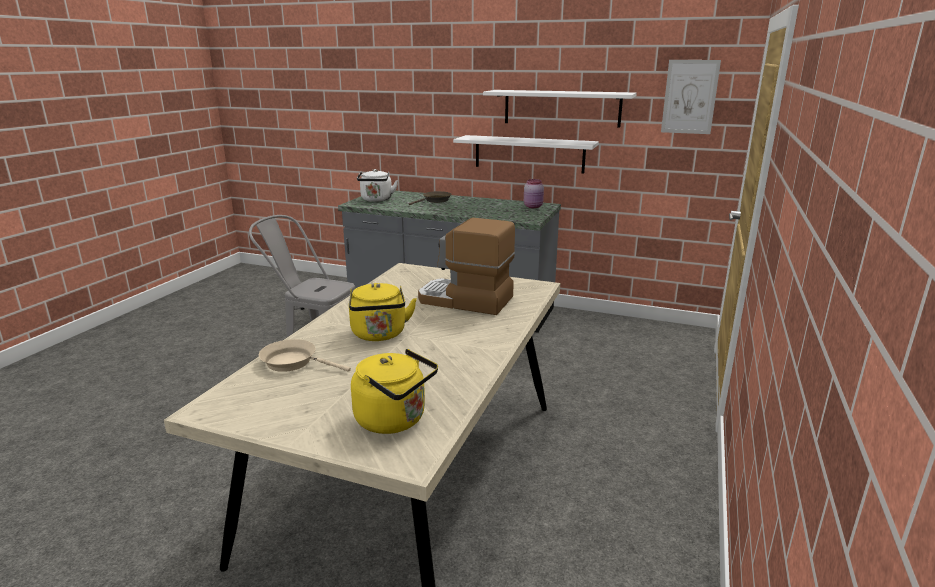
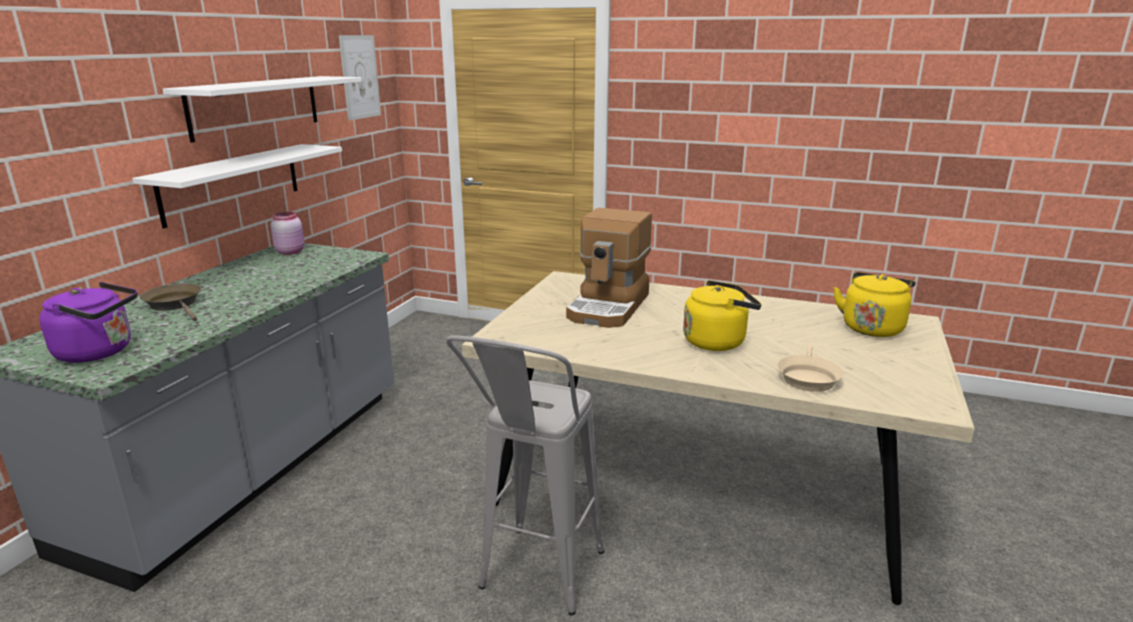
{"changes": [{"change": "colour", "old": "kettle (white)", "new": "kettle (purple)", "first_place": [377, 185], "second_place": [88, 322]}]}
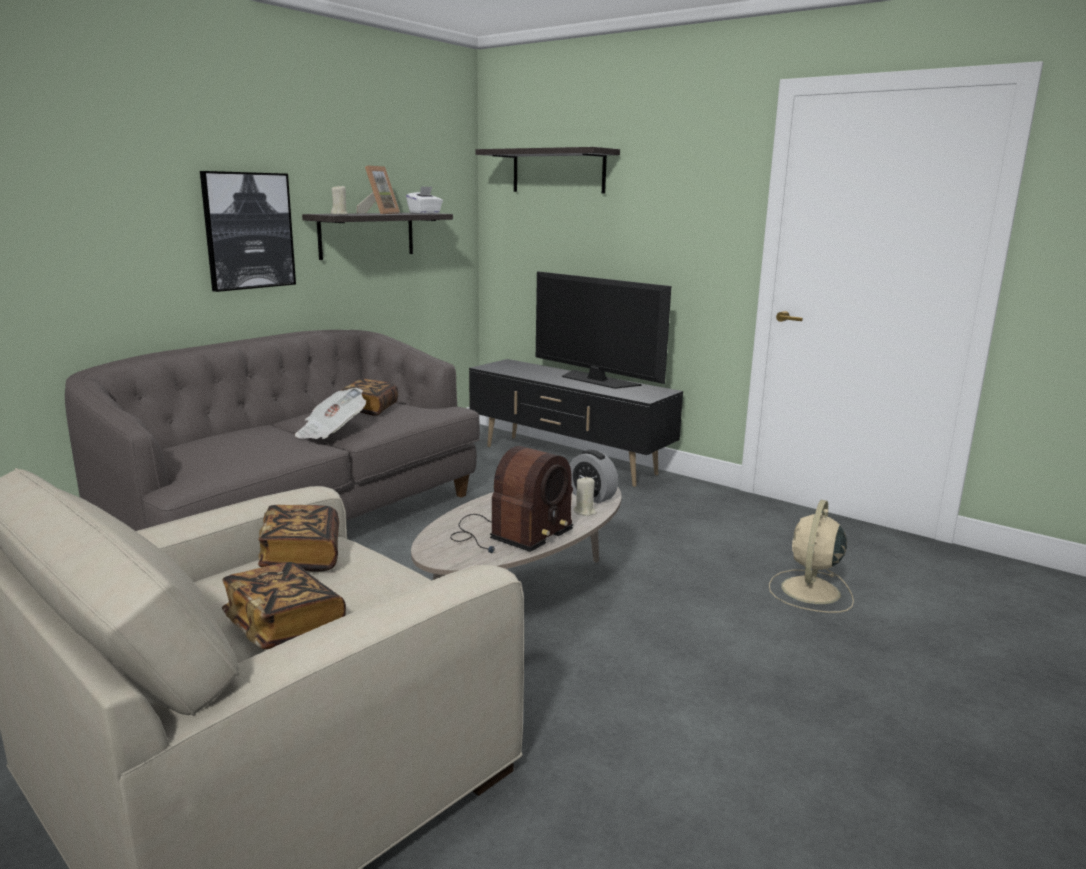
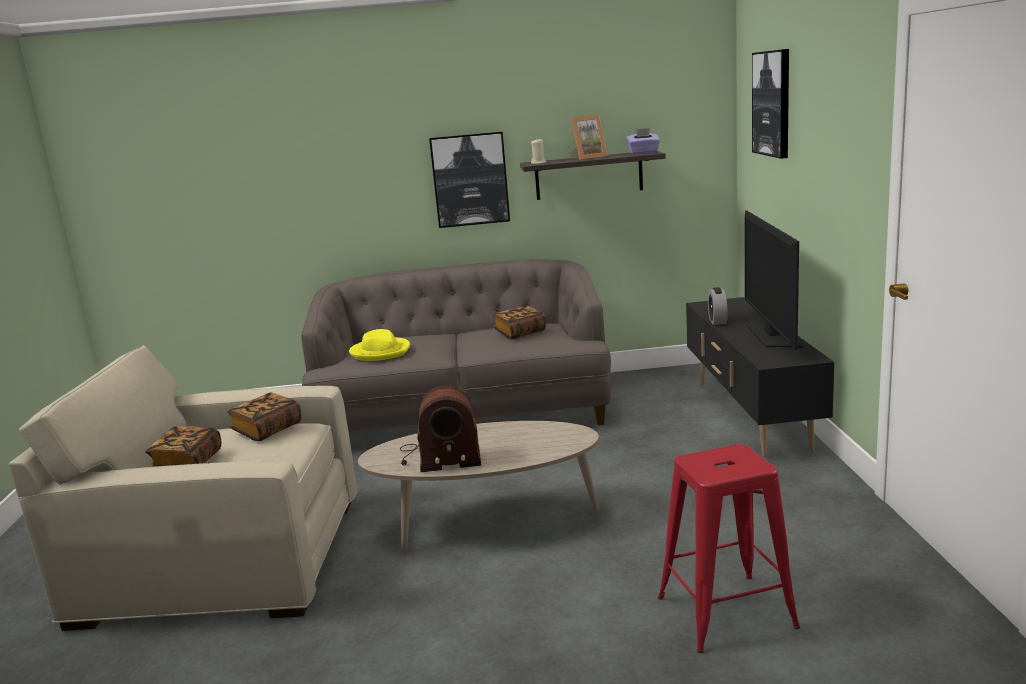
{"changes": [{"change": "appeared", "new": "hat (yellow)", "second_place": [379, 345]}, {"change": "colour", "old": "tissue box (white)", "new": "tissue box (purple)", "first_place": [424, 199], "second_place": [643, 141]}, {"change": "exchanged", "old": "fan (beige)", "new": "stool (red)", "first_place": [811, 556], "second_place": [729, 548]}, {"change": "relocated", "old": "alarm clock", "first_place": [594, 476], "second_place": [718, 306]}, {"change": "exchanged", "old": "shelf", "new": "picture", "first_place": [548, 170], "second_place": [770, 104]}, {"change": "missing", "old": "newspaper", "first_place": [330, 413]}, {"change": "missing", "old": "candle (beige)", "first_place": [585, 496]}]}
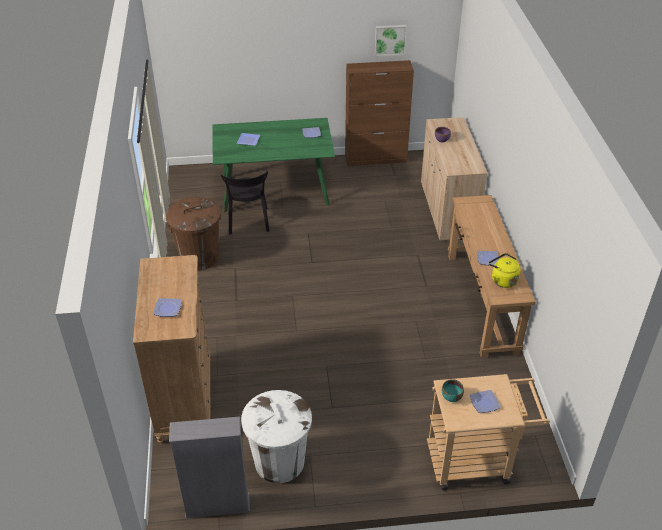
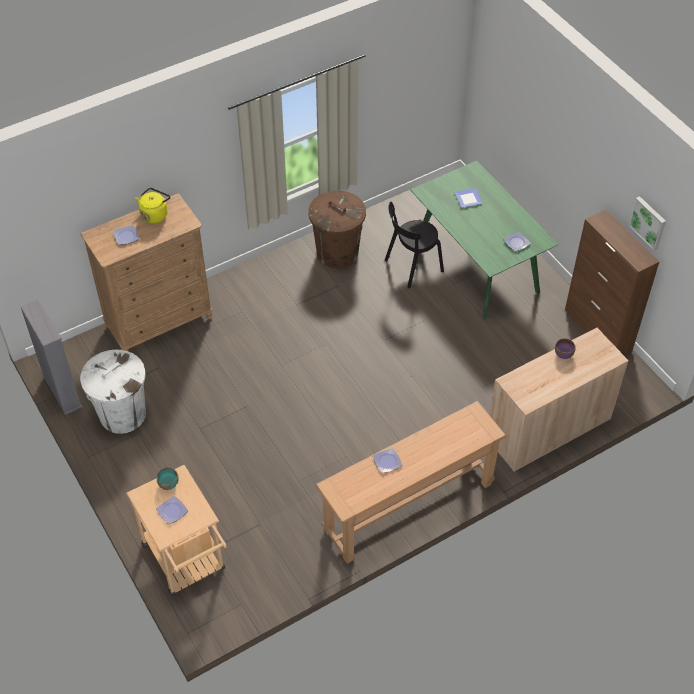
{"changes": [{"change": "relocated", "old": "kettle (yellow)", "first_place": [505, 270], "second_place": [153, 205]}]}
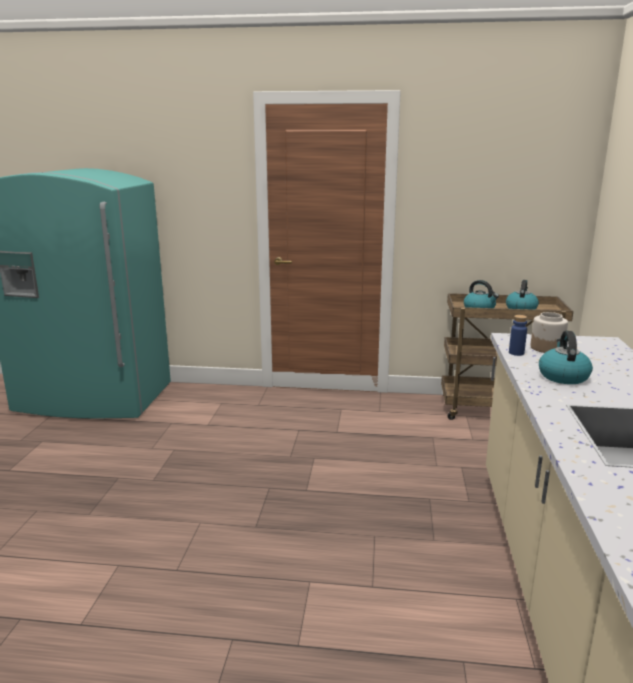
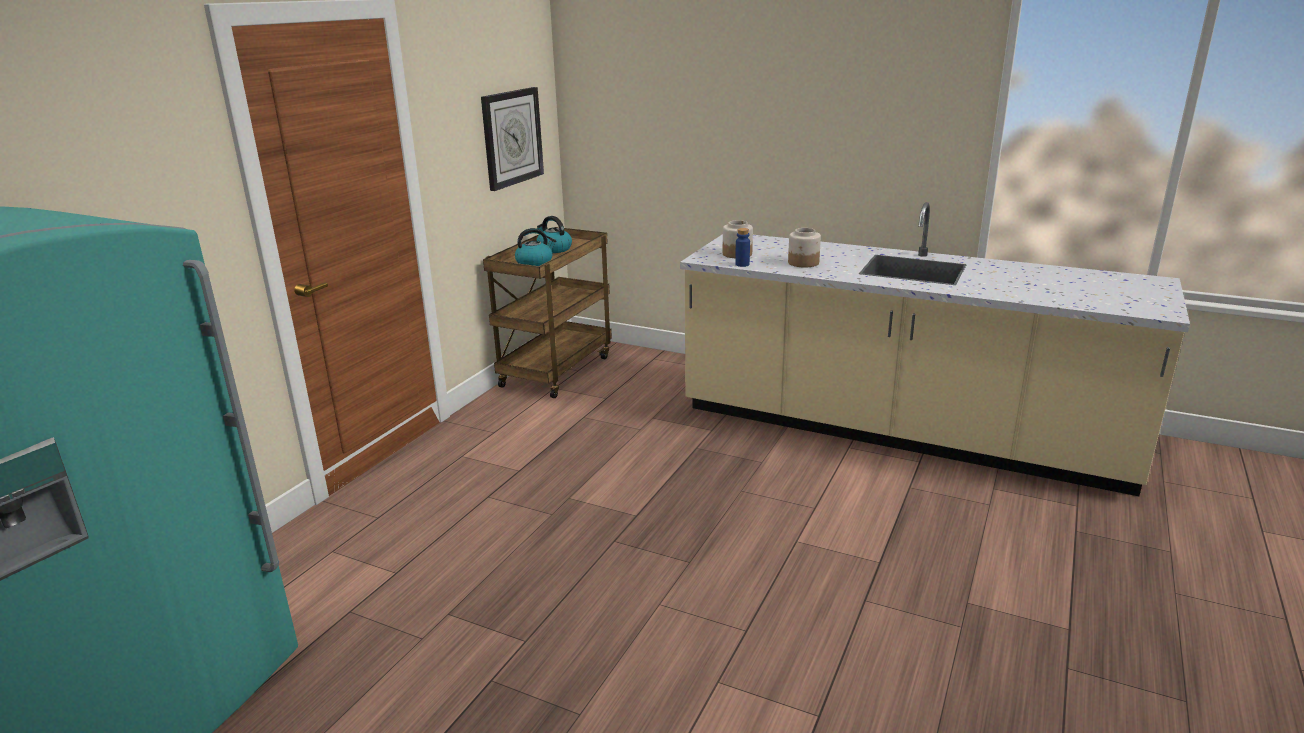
{"changes": [{"change": "appeared", "new": "wall clock", "second_place": [512, 139]}, {"change": "exchanged", "old": "kettle", "new": "jar", "first_place": [566, 357], "second_place": [804, 247]}]}
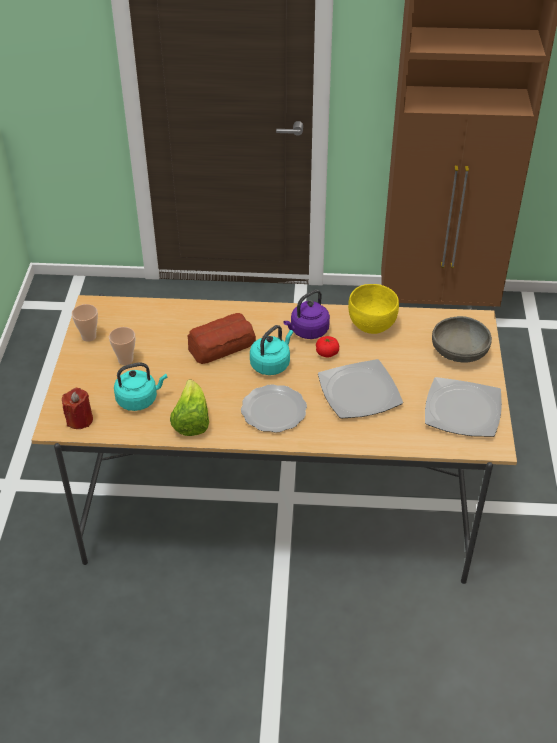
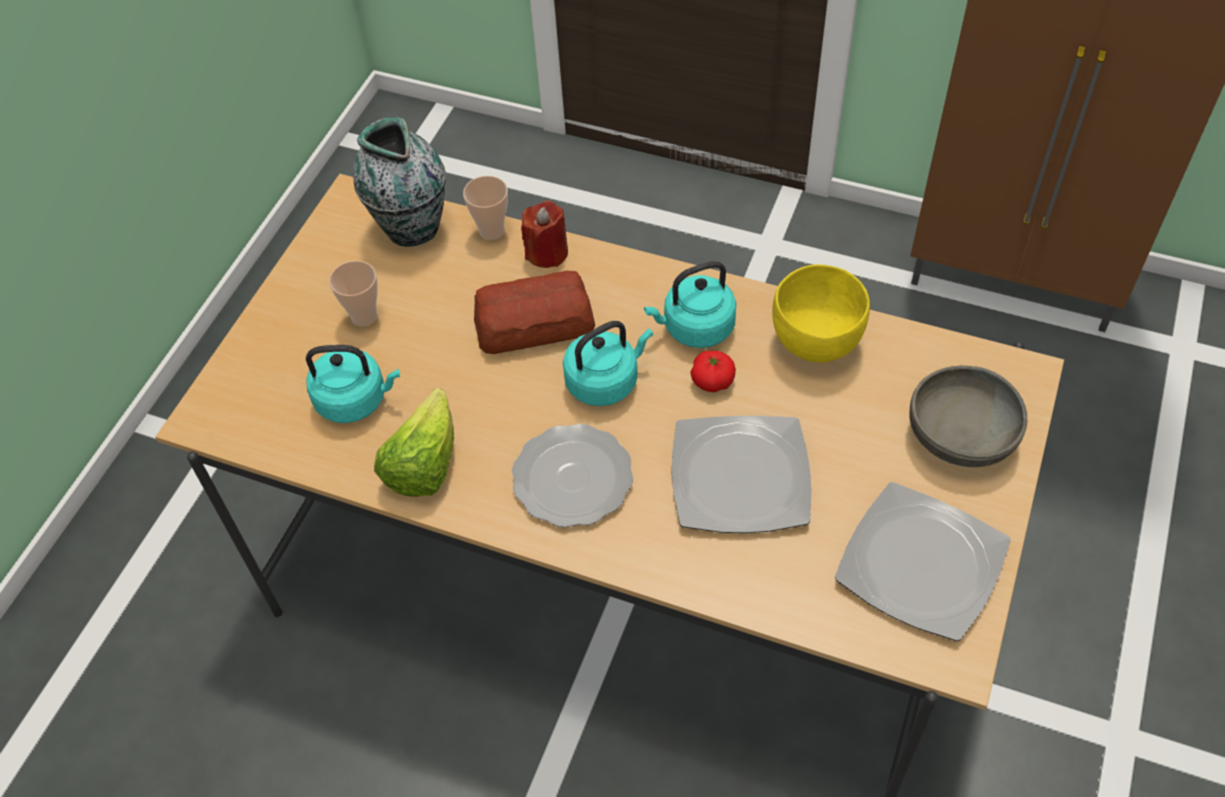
{"changes": [{"change": "appeared", "new": "vase", "second_place": [399, 182]}, {"change": "relocated", "old": "cup", "first_place": [85, 323], "second_place": [485, 208]}, {"change": "relocated", "old": "candle (red)", "first_place": [77, 408], "second_place": [544, 234]}, {"change": "colour", "old": "kettle (purple)", "new": "kettle (turquoise)", "first_place": [306, 314], "second_place": [690, 304]}]}
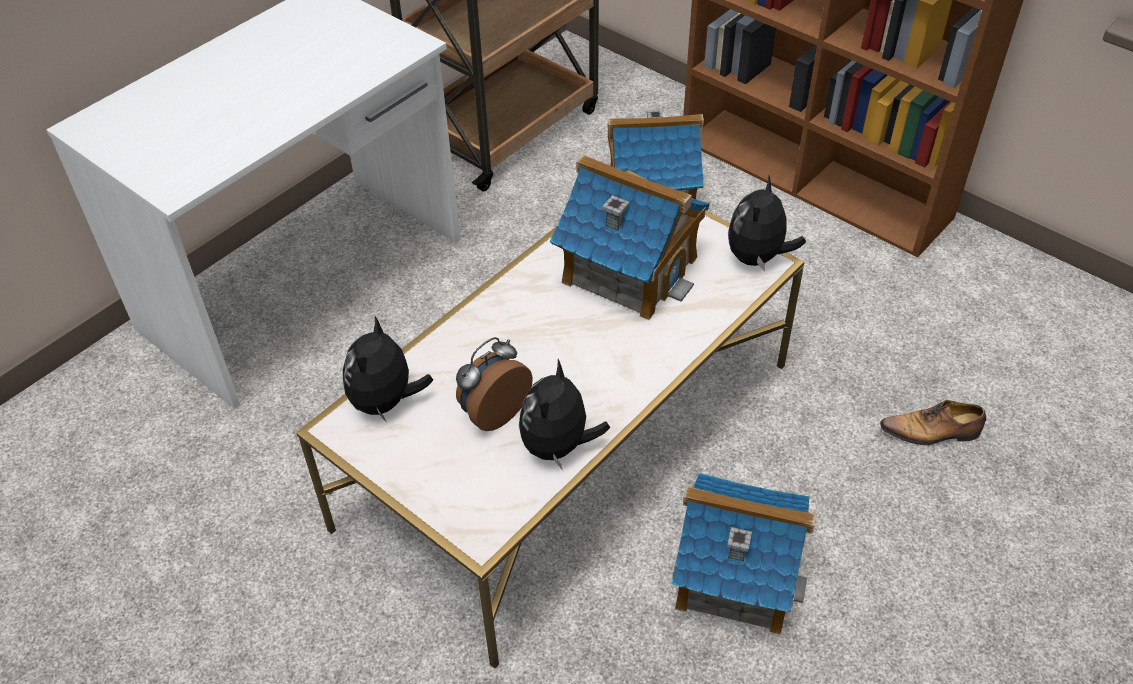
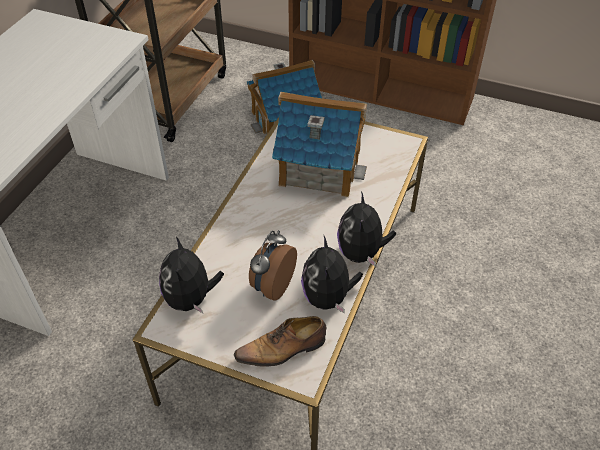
{"changes": [{"change": "relocated", "old": "shoe", "first_place": [933, 422], "second_place": [280, 341]}, {"change": "relocated", "old": "plush toy", "first_place": [767, 224], "second_place": [366, 228]}, {"change": "missing", "old": "toy house", "first_place": [744, 554]}]}
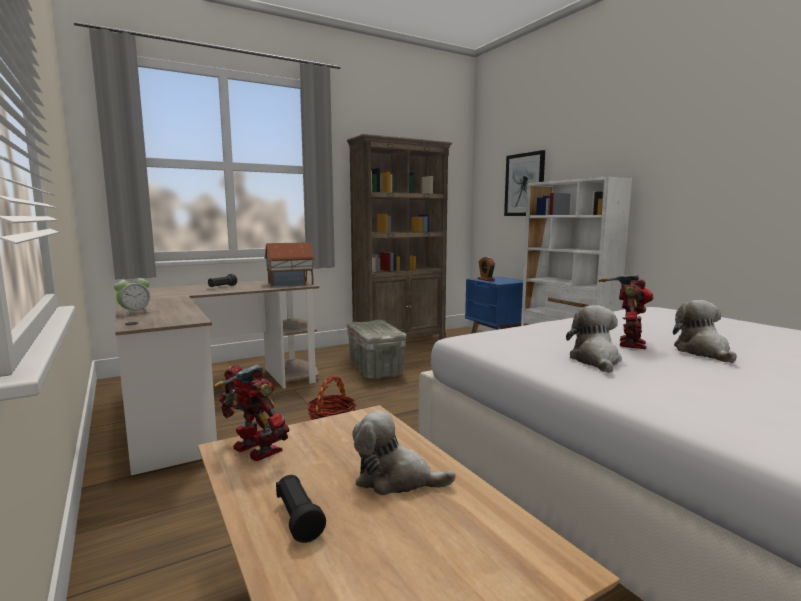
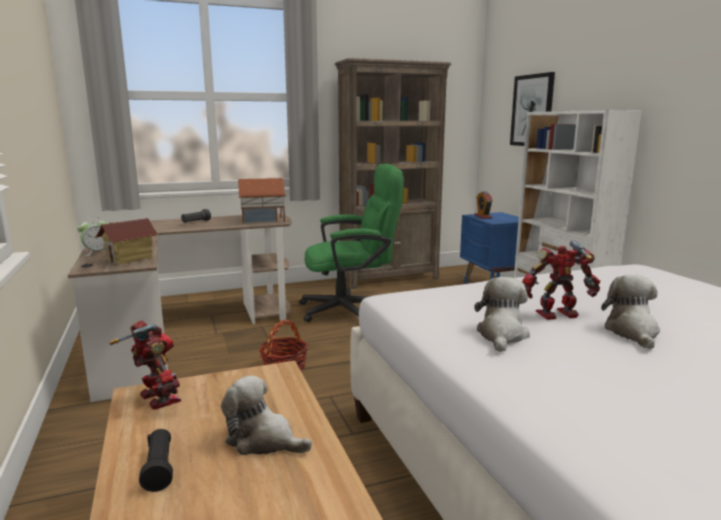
{"changes": [{"change": "appeared", "new": "toy house", "second_place": [127, 241]}, {"change": "exchanged", "old": "storage box (grey)", "new": "office chair (green)", "first_place": [377, 349], "second_place": [351, 242]}, {"change": "spun", "old": "toy robot", "first_place": [626, 311], "second_place": [561, 280], "degrees": -135}]}
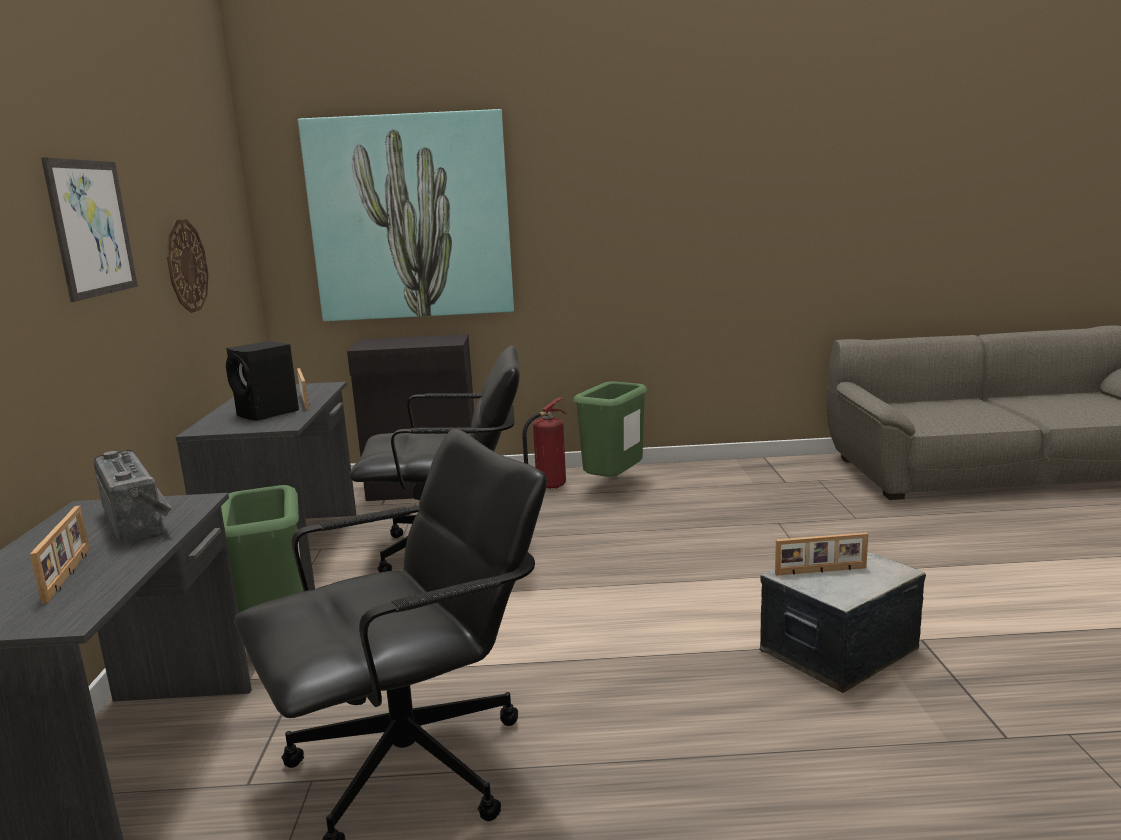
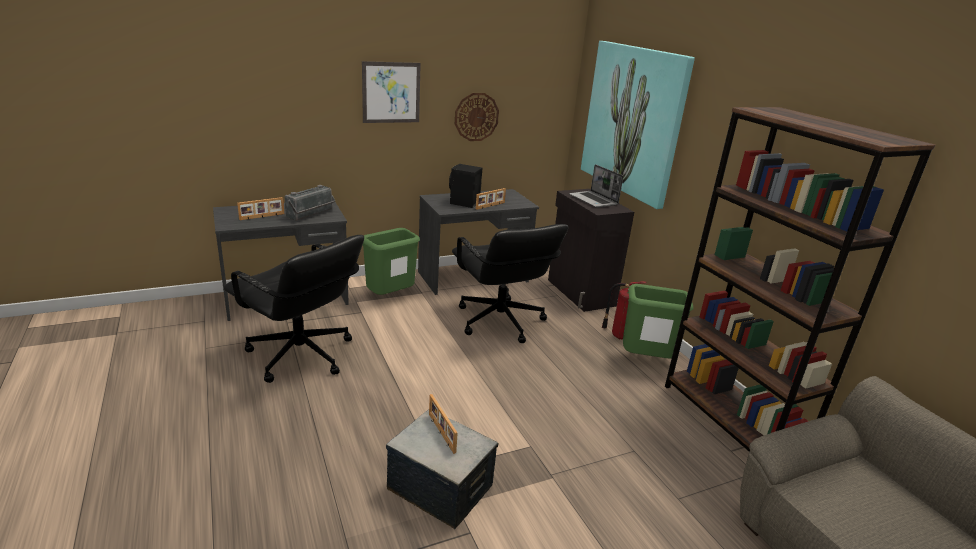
{"changes": [{"change": "appeared", "new": "laptop", "second_place": [596, 186]}, {"change": "appeared", "new": "bookcase (brown)", "second_place": [800, 279]}]}
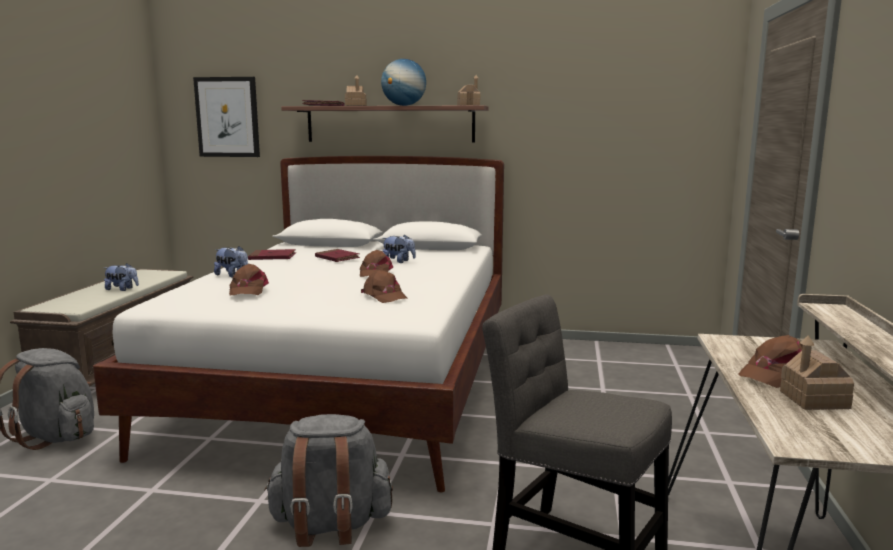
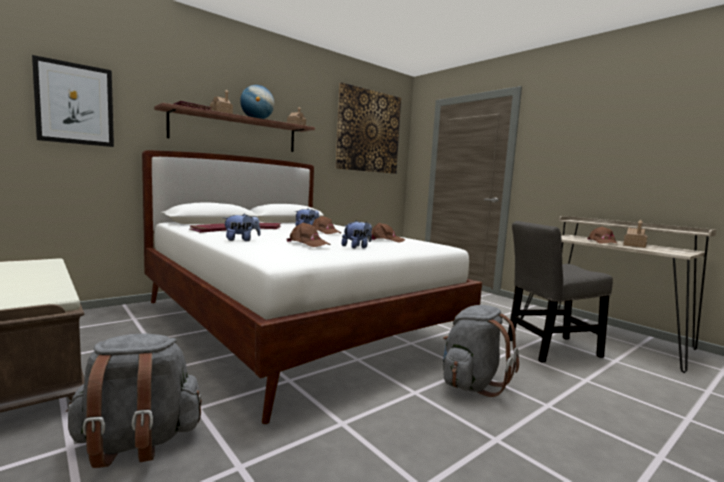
{"changes": [{"change": "appeared", "new": "picture", "second_place": [368, 128]}, {"change": "relocated", "old": "plush toy", "first_place": [121, 277], "second_place": [357, 234]}]}
